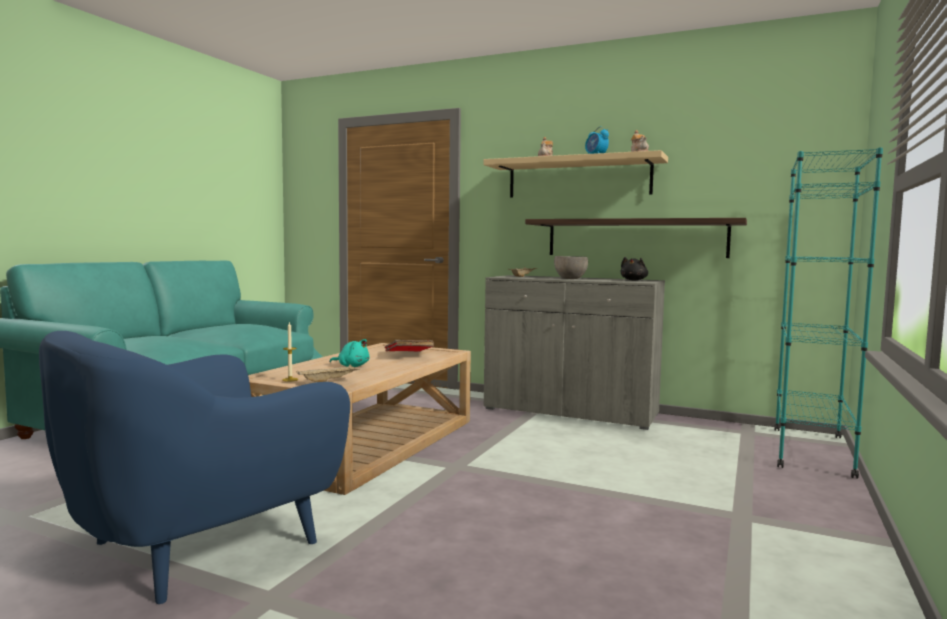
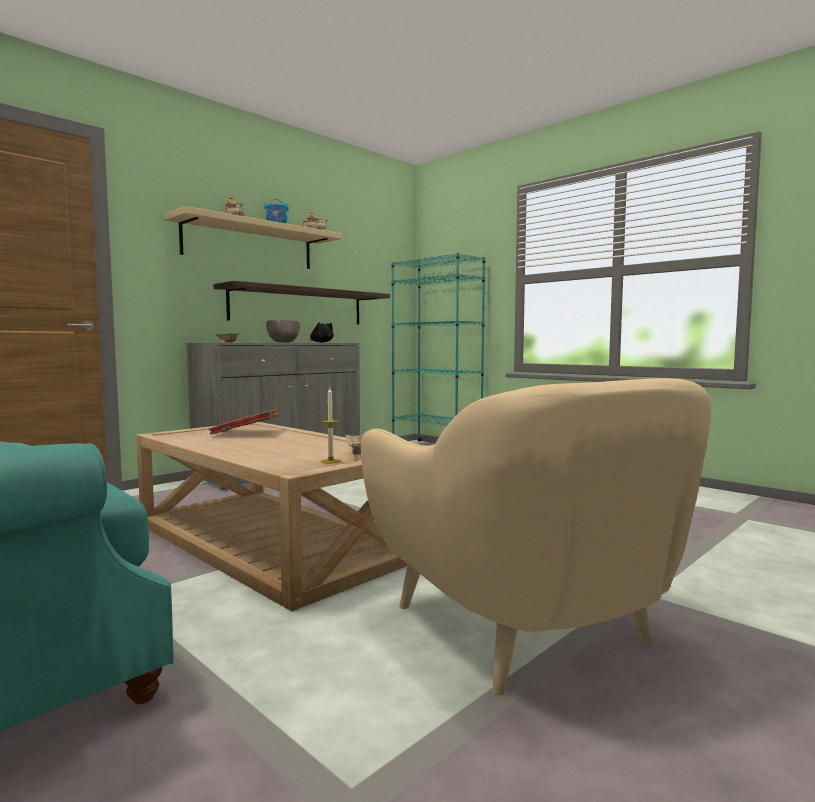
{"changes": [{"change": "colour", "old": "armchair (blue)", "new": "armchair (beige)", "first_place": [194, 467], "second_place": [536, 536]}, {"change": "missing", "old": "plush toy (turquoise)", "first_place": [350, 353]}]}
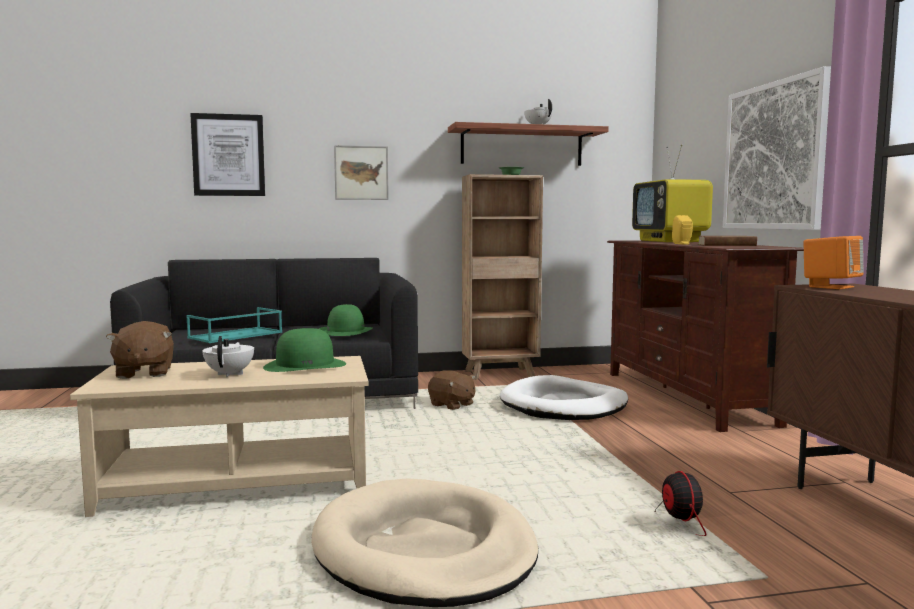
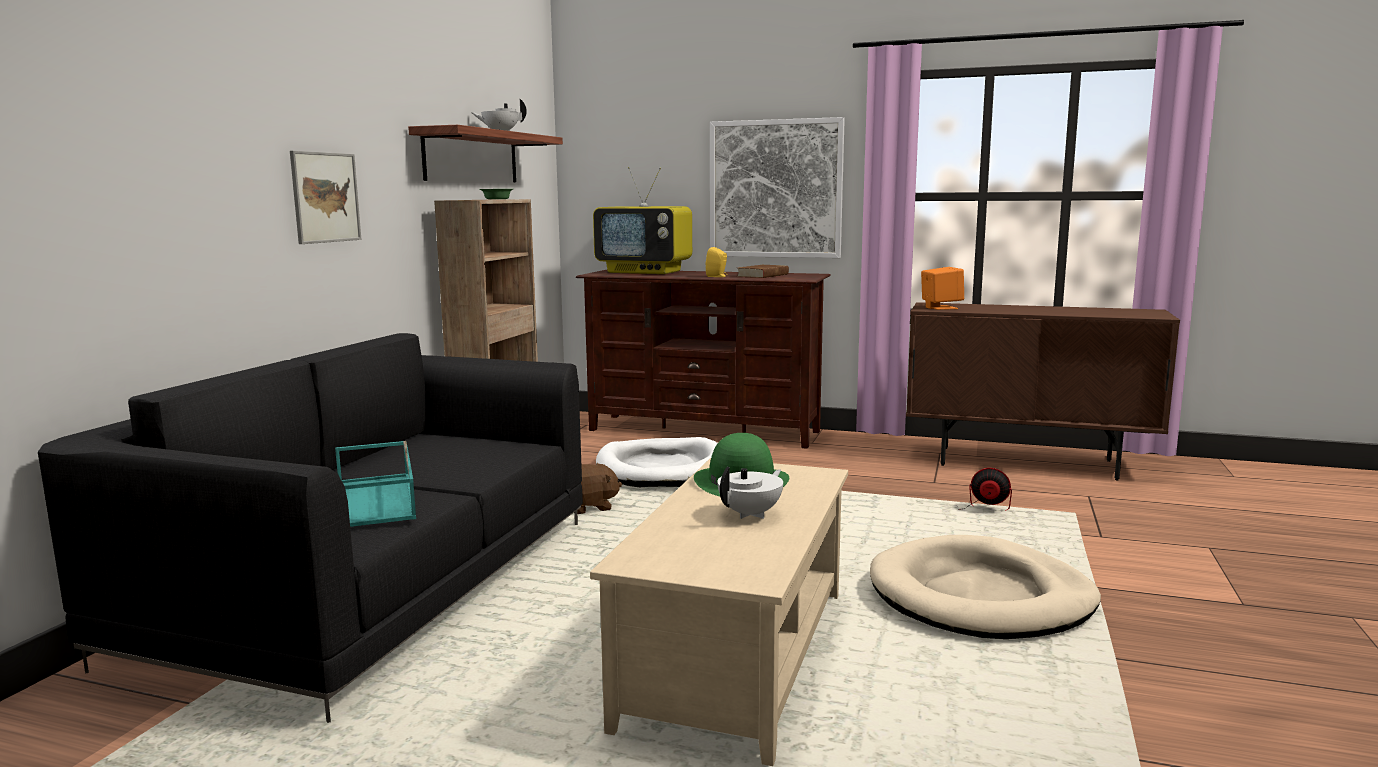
{"changes": [{"change": "spun", "old": "teapot (white)", "first_place": [228, 356], "second_place": [750, 493], "degrees": 105}, {"change": "missing", "old": "plush toy (brown)", "first_place": [140, 350]}, {"change": "missing", "old": "picture", "first_place": [227, 154]}, {"change": "missing", "old": "hat (green)", "first_place": [346, 320]}]}
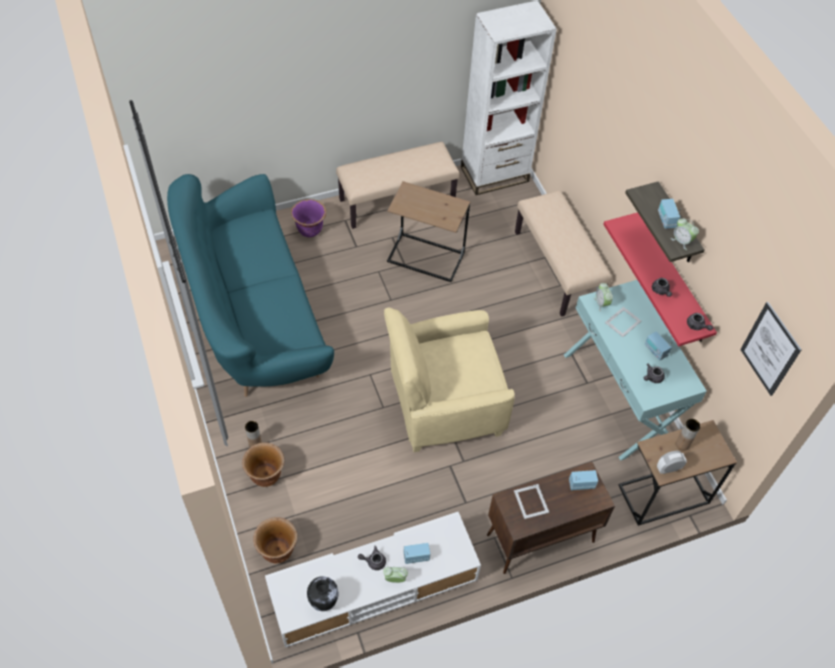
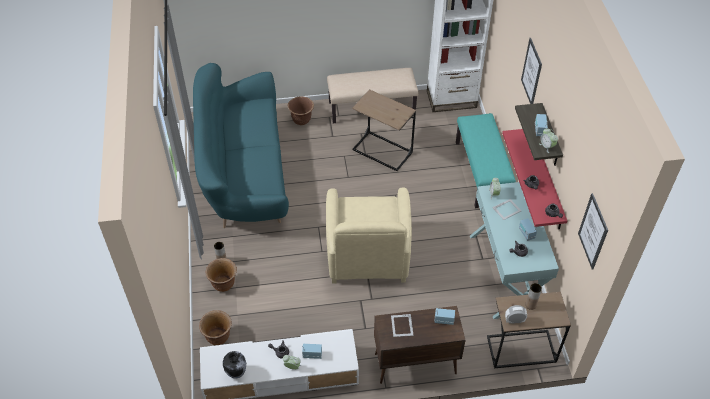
{"changes": [{"change": "colour", "old": "planter (purple)", "new": "planter (brown)", "first_place": [308, 218], "second_place": [301, 110]}, {"change": "spun", "old": "armchair (beige)", "first_place": [449, 379], "second_place": [369, 235], "degrees": -90}, {"change": "colour", "old": "bench (beige)", "new": "bench (turquoise)", "first_place": [563, 253], "second_place": [486, 160]}, {"change": "appeared", "new": "picture", "second_place": [531, 71]}]}
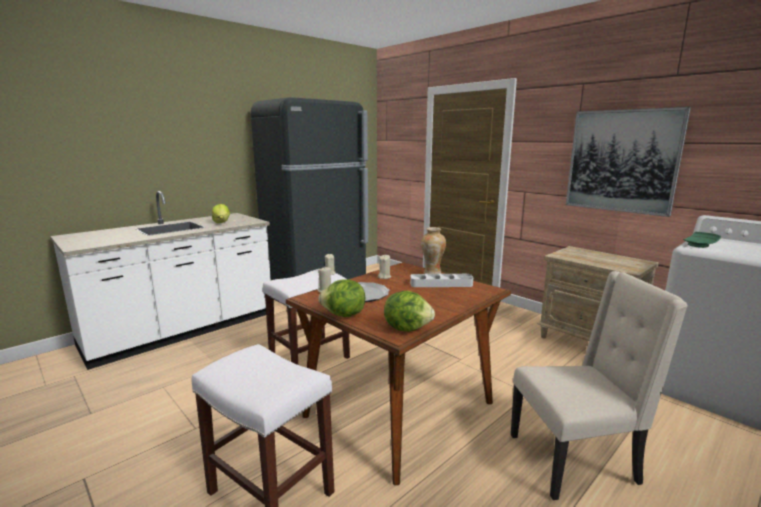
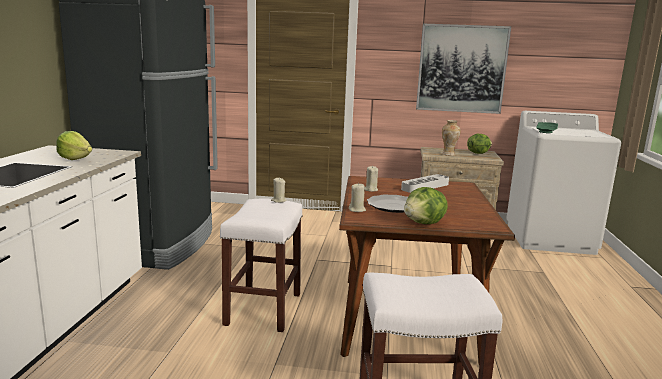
{"changes": [{"change": "relocated", "old": "vase", "first_place": [433, 250], "second_place": [451, 138]}, {"change": "relocated", "old": "lettuce", "first_place": [409, 311], "second_place": [479, 144]}, {"change": "missing", "old": "chair (beige)", "first_place": [599, 385]}]}
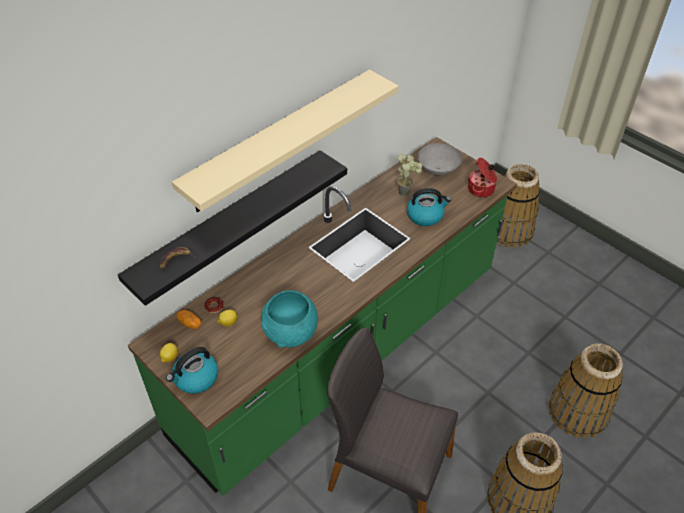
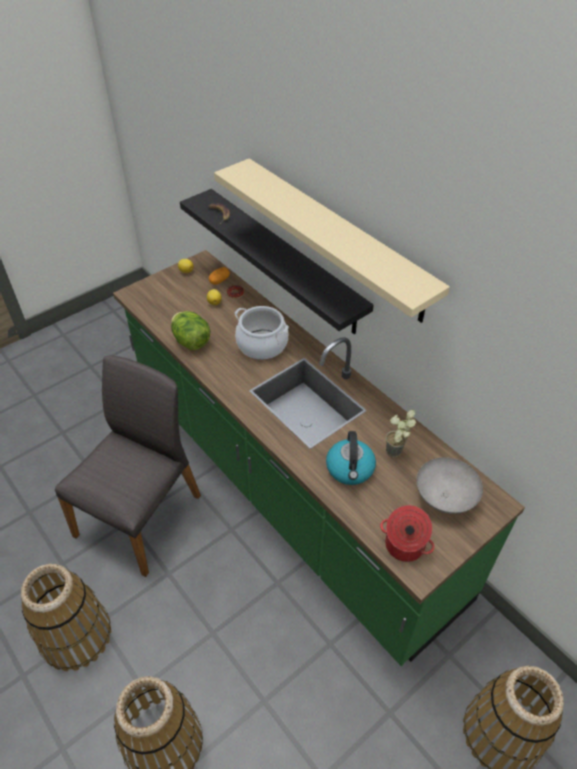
{"changes": [{"change": "exchanged", "old": "bowl (turquoise)", "new": "lettuce", "first_place": [289, 319], "second_place": [190, 330]}, {"change": "appeared", "new": "cooking pot", "second_place": [262, 333]}, {"change": "missing", "old": "kettle", "first_place": [192, 370]}]}
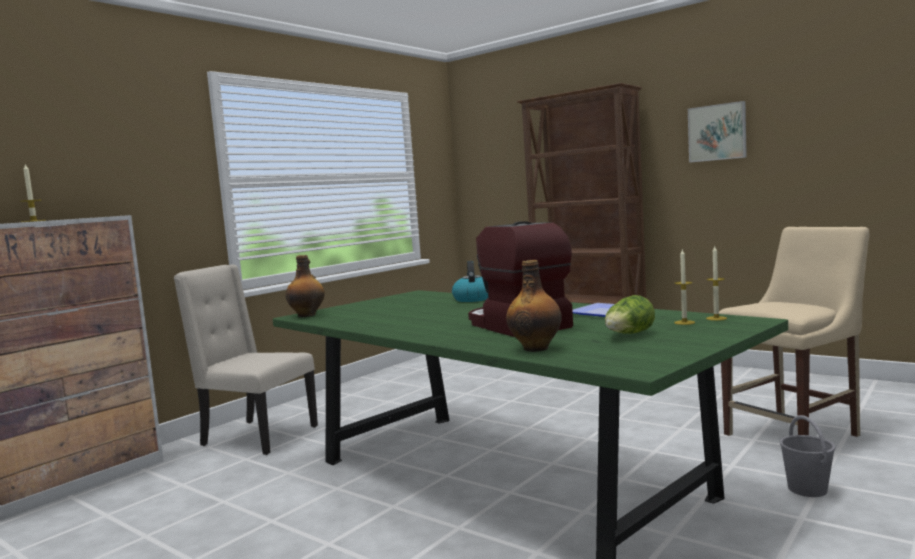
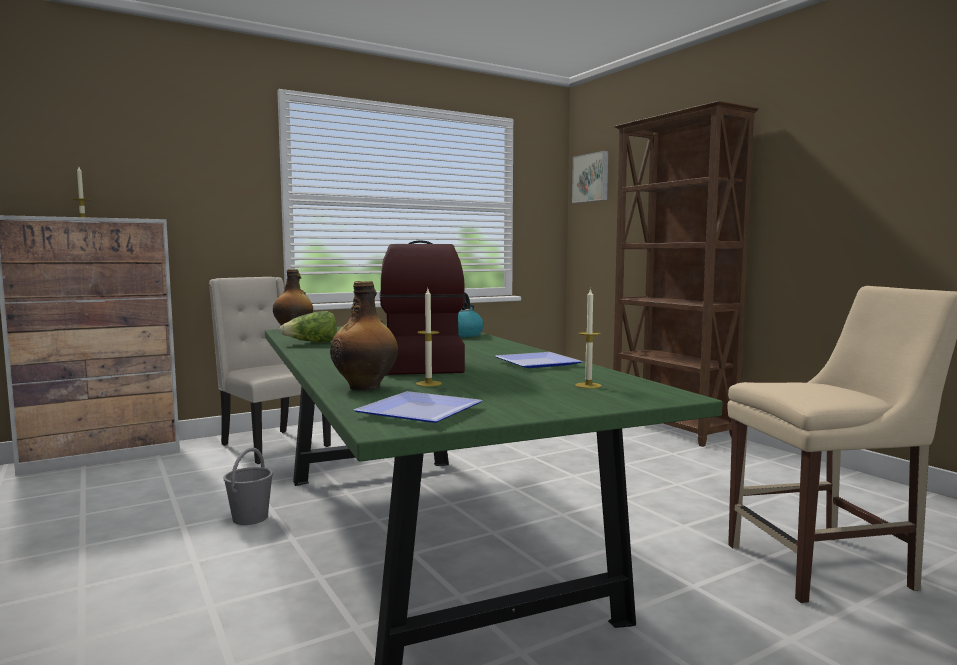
{"changes": [{"change": "relocated", "old": "bucket (grey)", "first_place": [807, 456], "second_place": [248, 486]}, {"change": "relocated", "old": "lettuce", "first_place": [630, 314], "second_place": [308, 327]}, {"change": "appeared", "new": "plate", "second_place": [418, 407]}, {"change": "relocated", "old": "candle", "first_place": [716, 283], "second_place": [429, 338]}, {"change": "relocated", "old": "picture", "first_place": [717, 131], "second_place": [590, 177]}]}
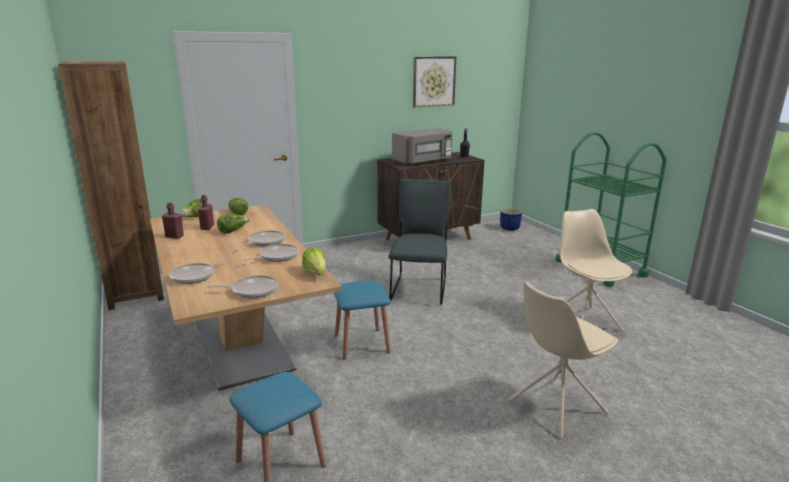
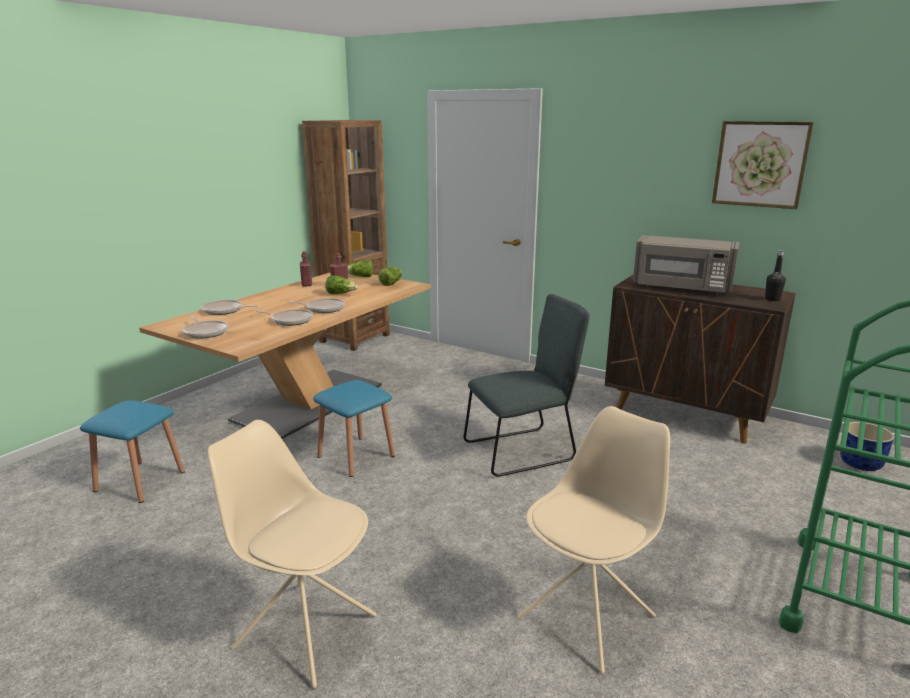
{"changes": [{"change": "missing", "old": "lettuce", "first_place": [314, 261]}]}
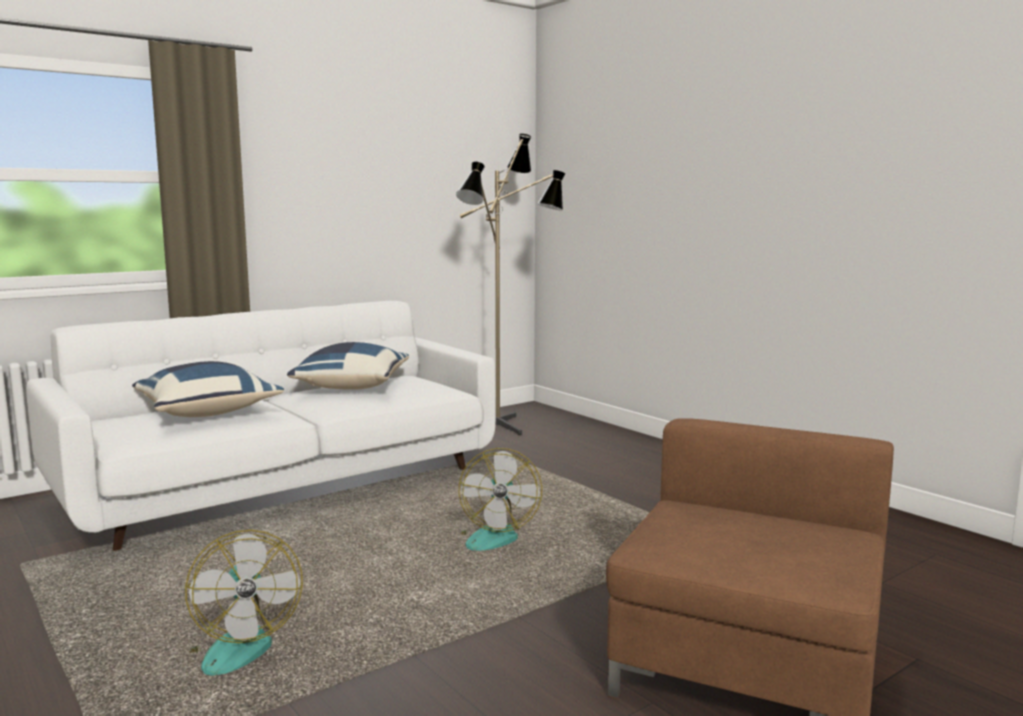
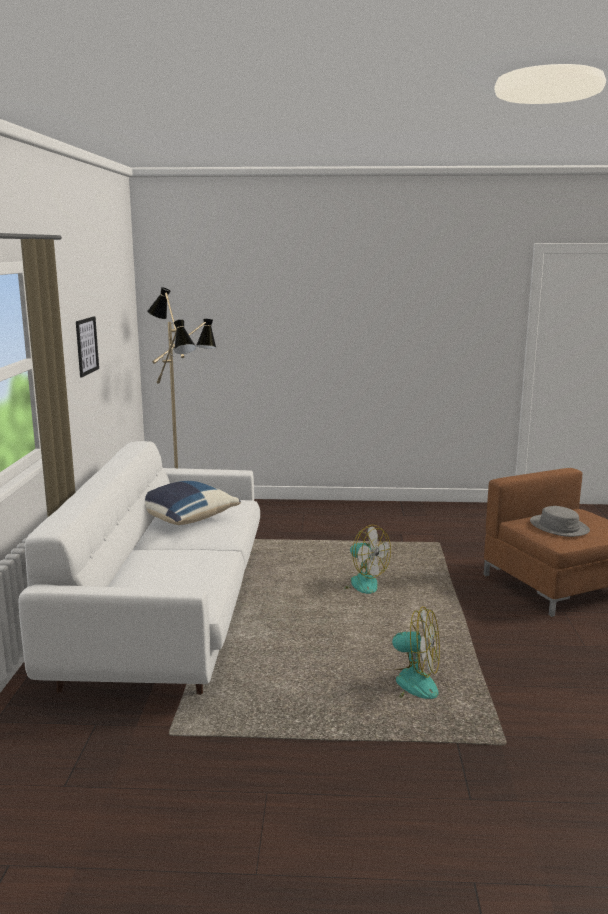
{"changes": [{"change": "appeared", "new": "picture", "second_place": [87, 347]}, {"change": "appeared", "new": "hat (grey)", "second_place": [560, 521]}, {"change": "missing", "old": "pillow (blue)", "first_place": [208, 389]}]}
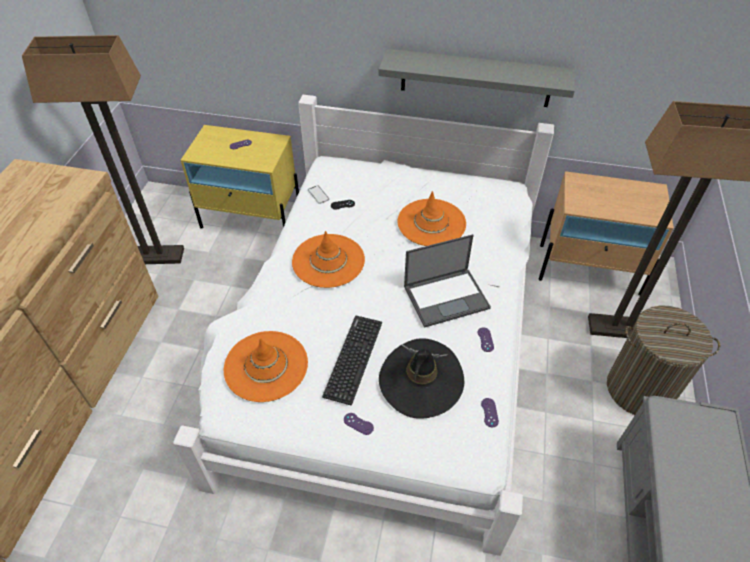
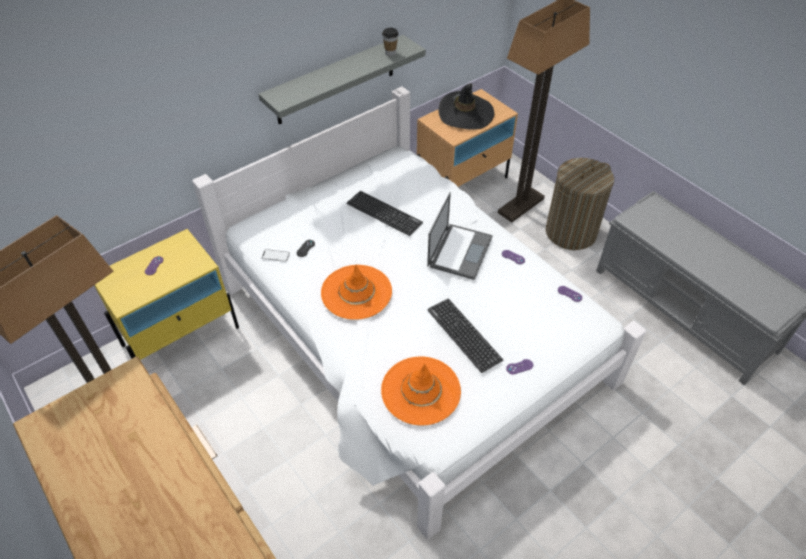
{"changes": [{"change": "exchanged", "old": "hat (orange)", "new": "keyboard", "first_place": [431, 218], "second_place": [385, 213]}, {"change": "appeared", "new": "cup", "second_place": [390, 42]}, {"change": "relocated", "old": "hat (black)", "first_place": [421, 378], "second_place": [466, 106]}]}
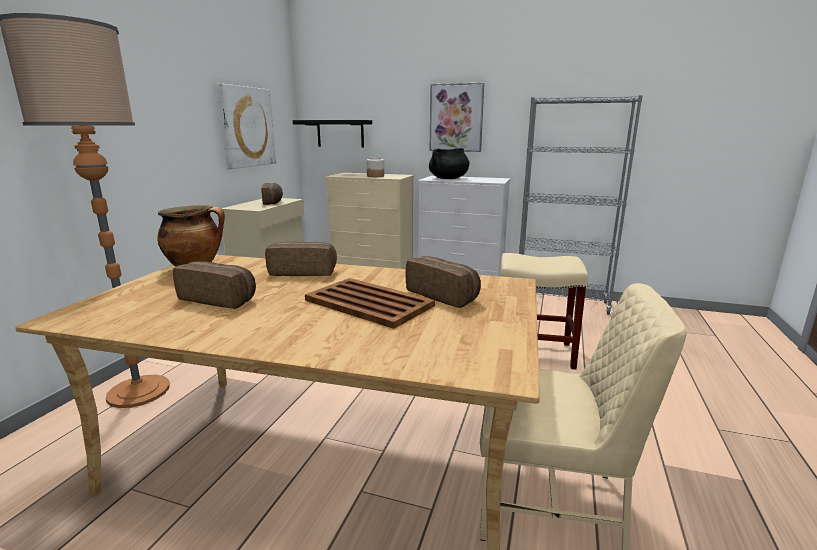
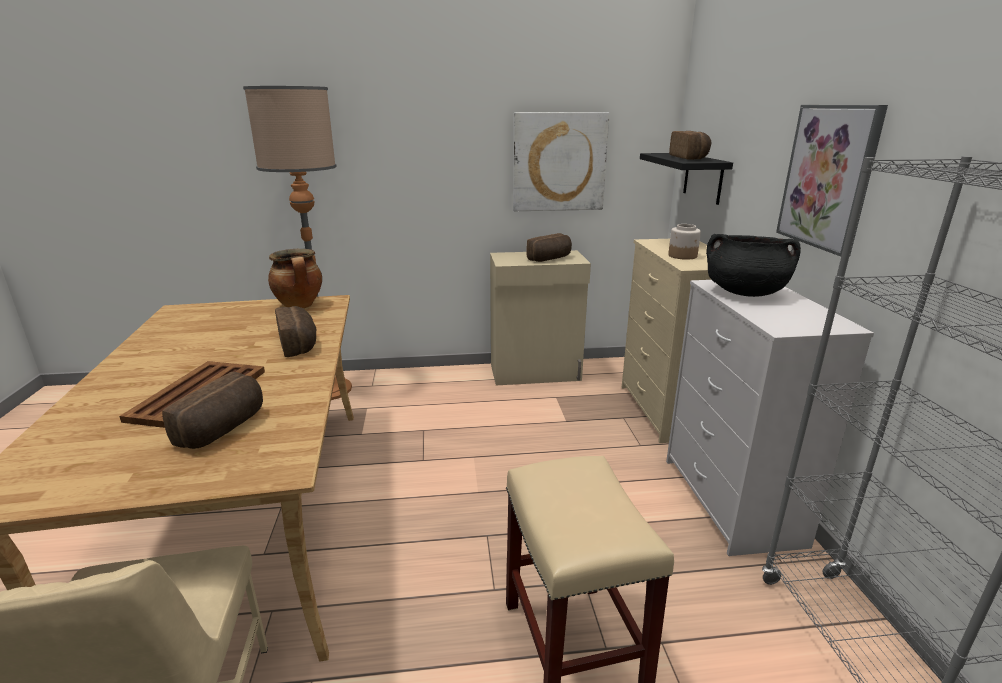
{"changes": [{"change": "relocated", "old": "bread", "first_place": [214, 285], "second_place": [690, 145]}]}
